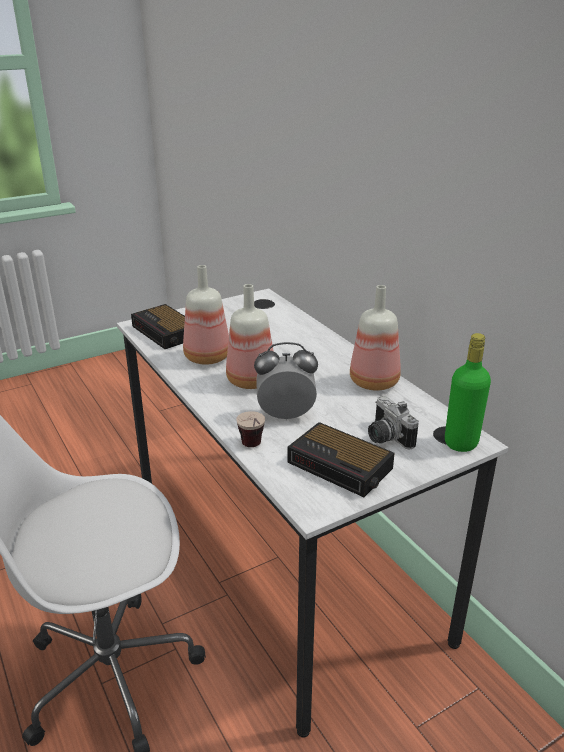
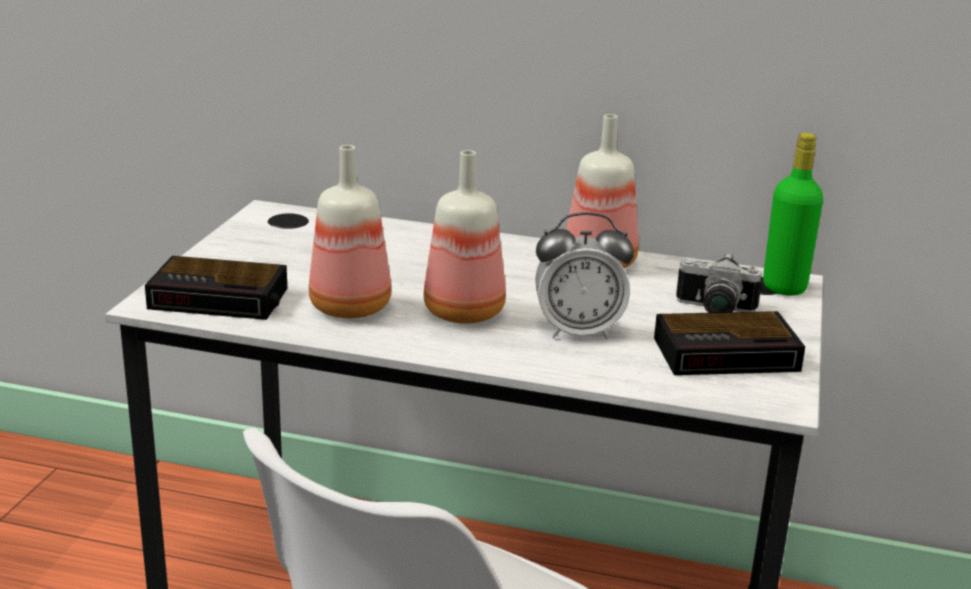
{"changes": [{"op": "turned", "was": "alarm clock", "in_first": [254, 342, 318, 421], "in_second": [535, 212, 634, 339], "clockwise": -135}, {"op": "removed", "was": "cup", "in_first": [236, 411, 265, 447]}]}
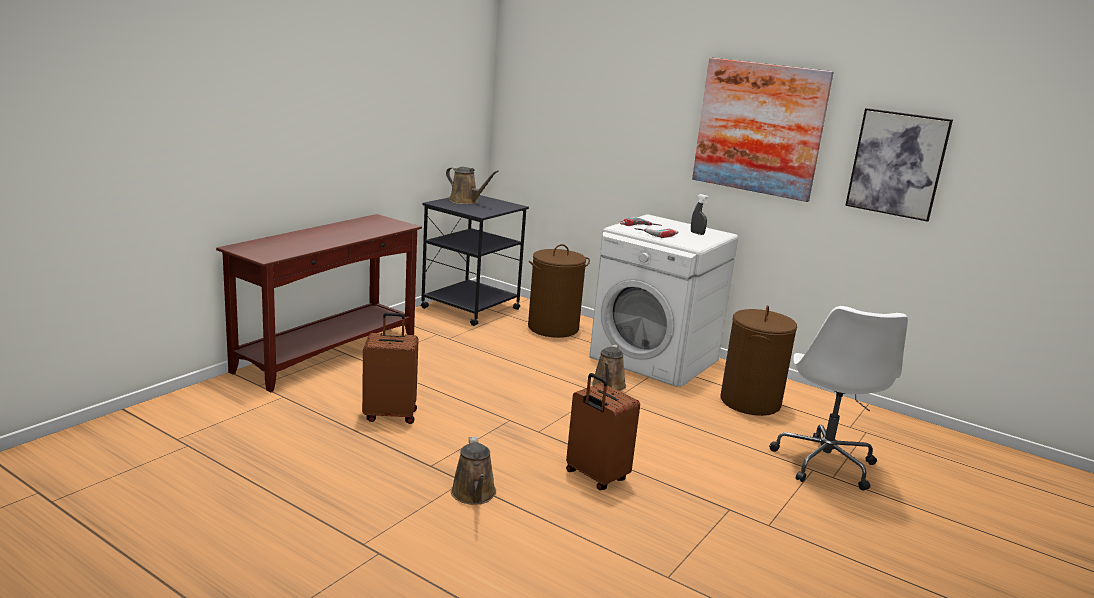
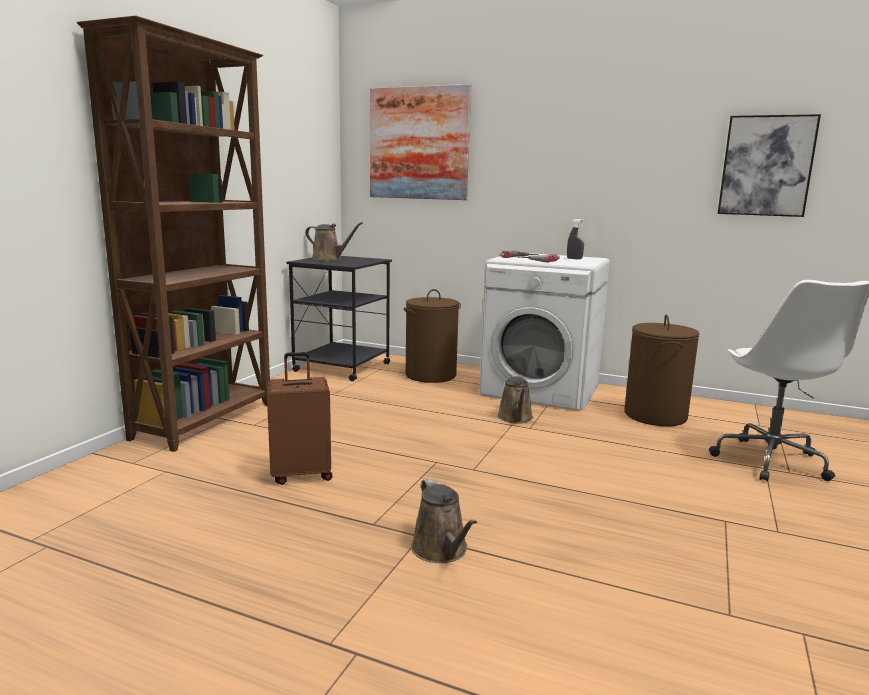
{"changes": [{"op": "moved", "was": "picture", "in_first": [692, 58, 833, 202], "in_second": [370, 84, 471, 200]}, {"op": "replaced", "was": "brown console table", "now": "brown bookcase", "in_first": [216, 214, 422, 392], "in_second": [77, 15, 270, 452]}, {"op": "removed", "was": "brown suitcase", "in_first": [566, 373, 640, 490]}]}
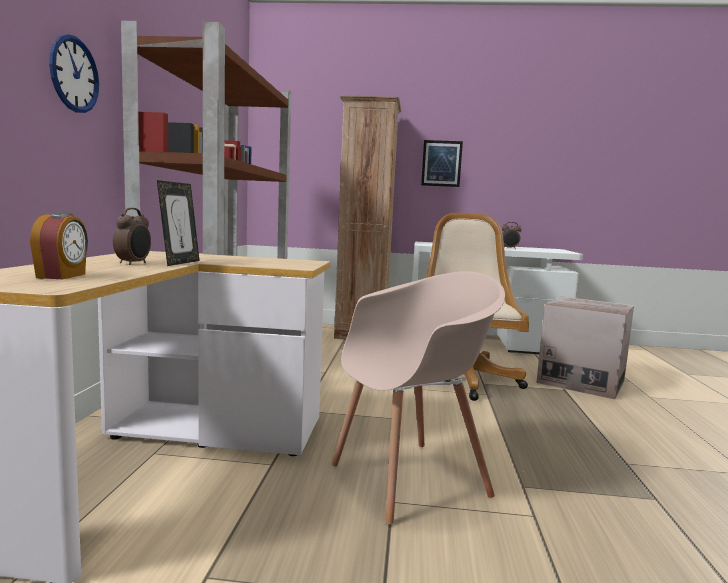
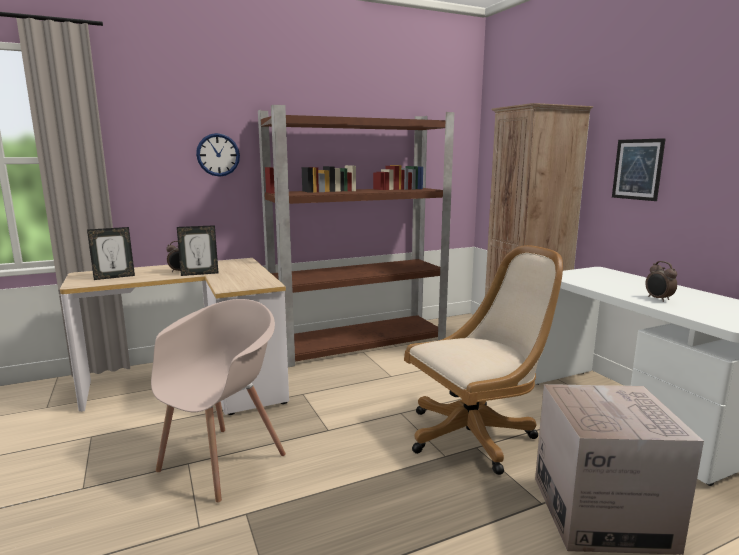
{"changes": [{"op": "replaced", "was": "alarm clock", "now": "picture frame", "in_first": [30, 212, 88, 279], "in_second": [87, 227, 135, 280]}, {"op": "turned", "was": "beige chair", "in_first": [332, 271, 505, 524], "in_second": [151, 299, 286, 503], "clockwise": -90}]}
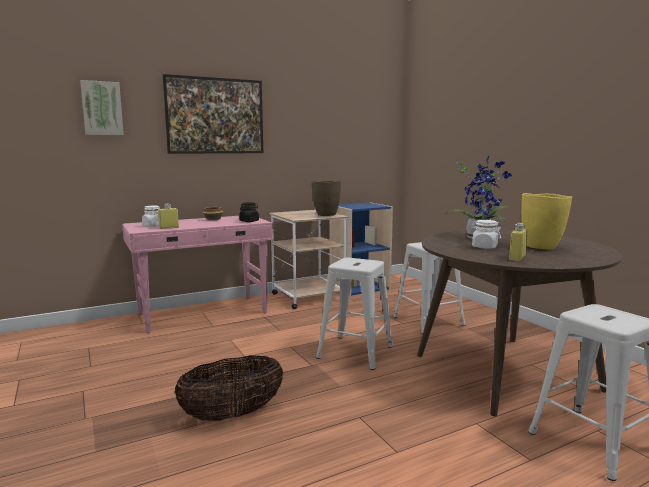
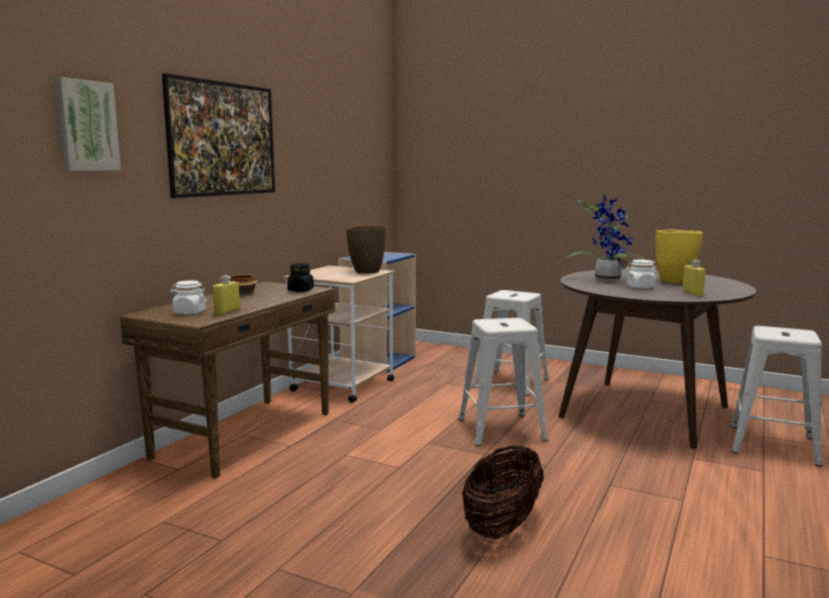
{"changes": [{"op": "recoloured", "was": "pink console table", "now": "brown console table", "in_first": [122, 216, 274, 333], "in_second": [120, 282, 335, 479]}]}
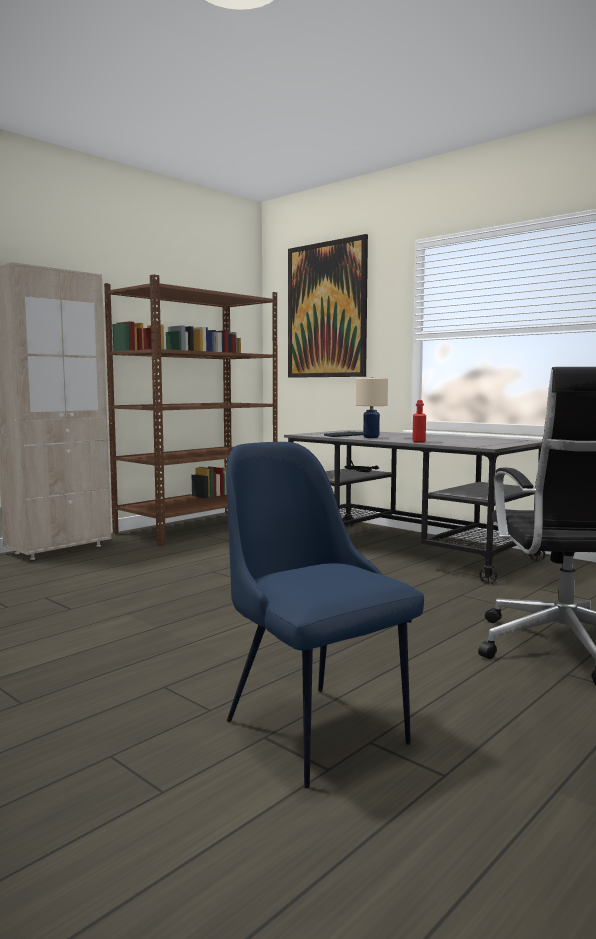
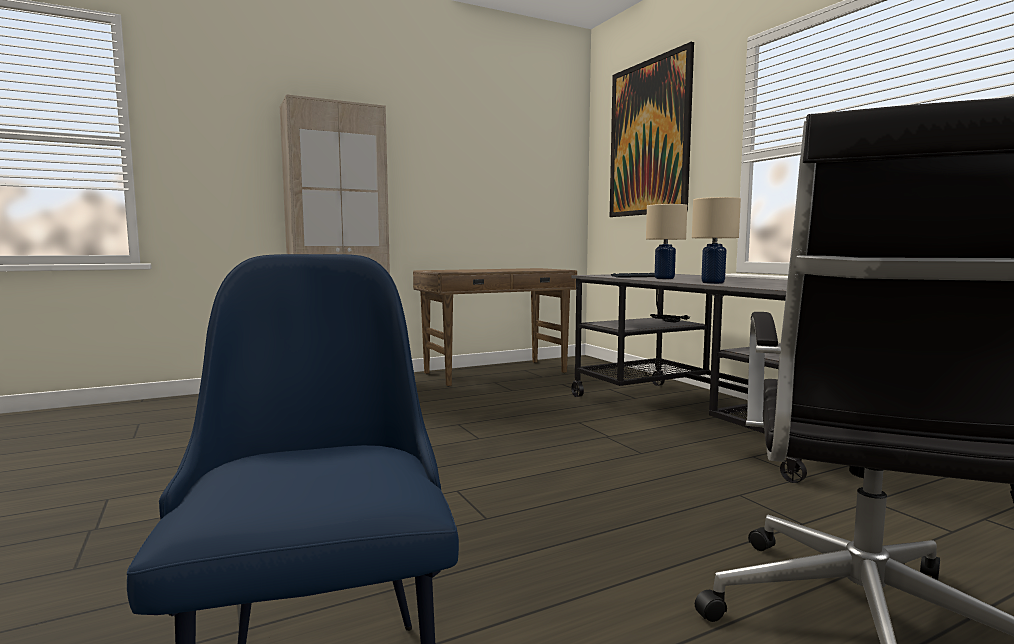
{"changes": [{"op": "replaced", "was": "brown bookcase", "now": "brown console table", "in_first": [104, 274, 278, 546], "in_second": [413, 268, 577, 386]}, {"op": "replaced", "was": "red bottle", "now": "beige table lamp", "in_first": [412, 400, 426, 443], "in_second": [692, 197, 741, 284]}]}
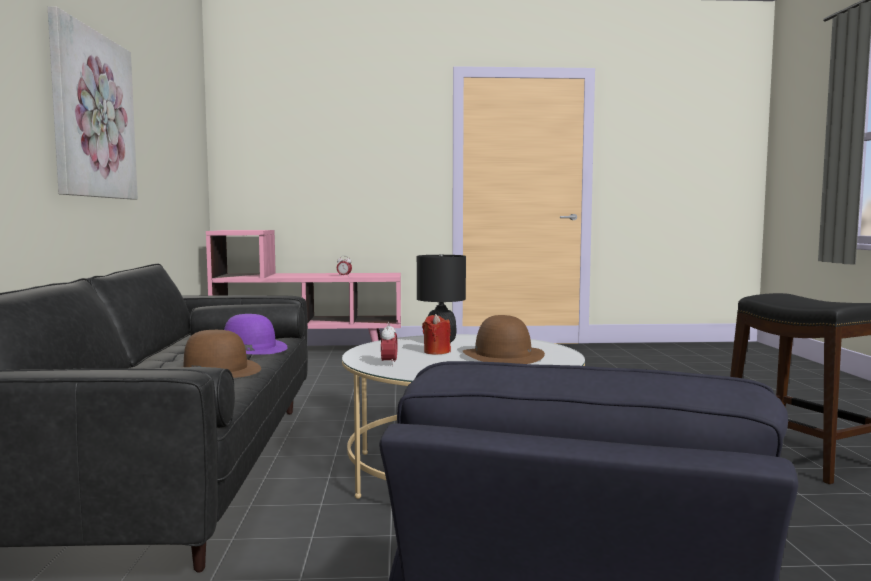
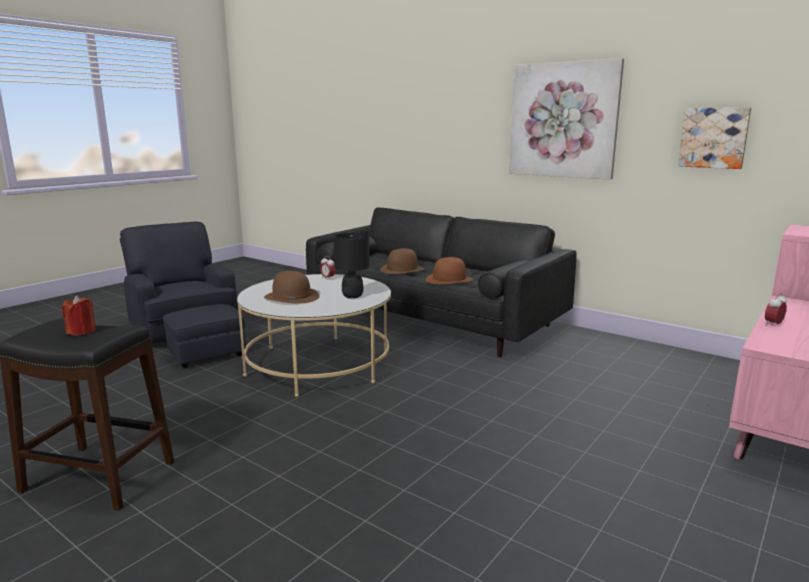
{"changes": [{"op": "recoloured", "was": "purple hat", "now": "brown hat", "in_first": [224, 314, 288, 355], "in_second": [426, 257, 473, 284]}, {"op": "moved", "was": "red candle", "in_first": [422, 314, 451, 355], "in_second": [62, 295, 96, 335]}, {"op": "added", "now": "picture", "in_second": [678, 107, 751, 169]}]}
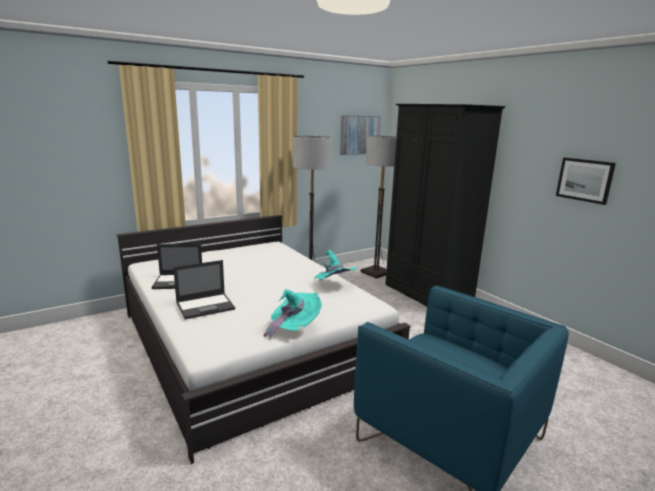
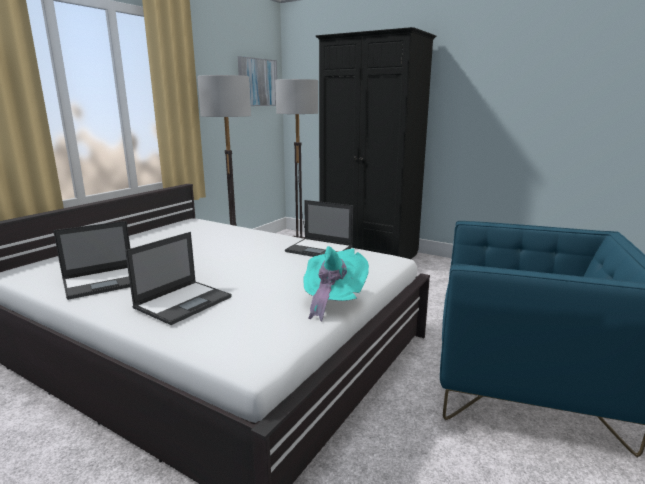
{"changes": [{"op": "removed", "was": "picture", "in_first": [556, 157, 616, 205]}, {"op": "replaced", "was": "turquoise hat", "now": "laptop", "in_first": [314, 250, 357, 280], "in_second": [285, 200, 353, 257]}]}
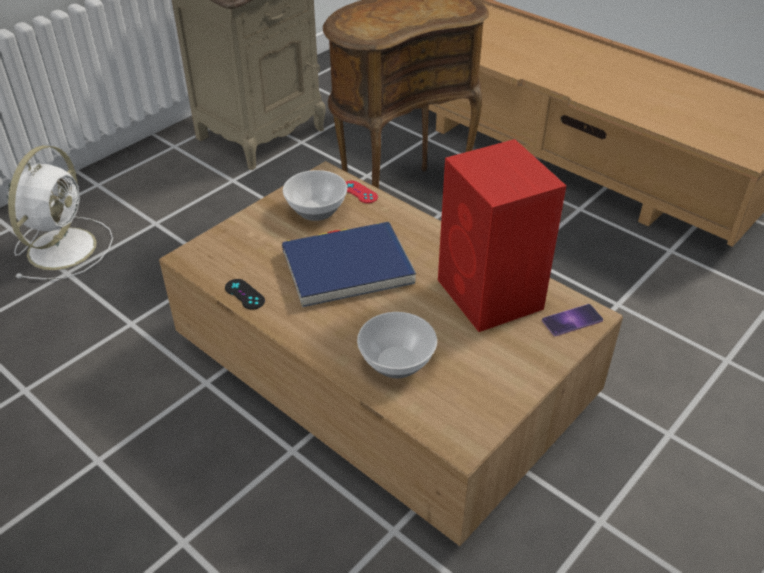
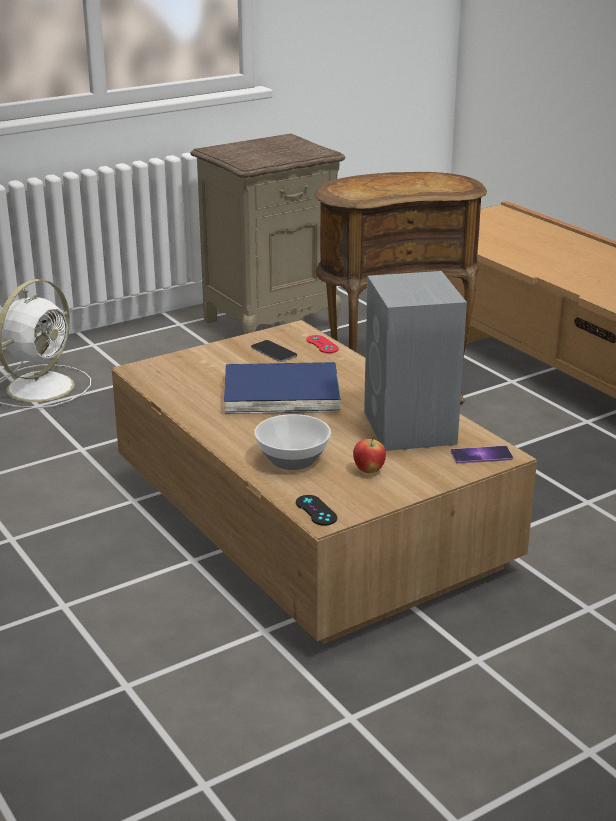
{"changes": [{"op": "recoloured", "was": "red speaker", "now": "grey speaker", "in_first": [438, 139, 566, 332], "in_second": [364, 271, 467, 451]}, {"op": "replaced", "was": "bowl", "now": "phone", "in_first": [283, 170, 347, 221], "in_second": [251, 340, 297, 362]}, {"op": "moved", "was": "black game controller", "in_first": [225, 279, 265, 310], "in_second": [296, 495, 337, 526]}, {"op": "added", "now": "apple", "in_second": [353, 437, 386, 473]}]}
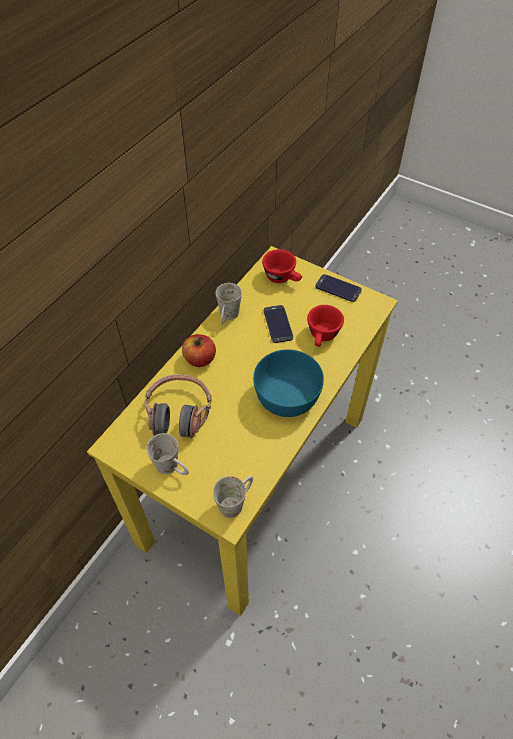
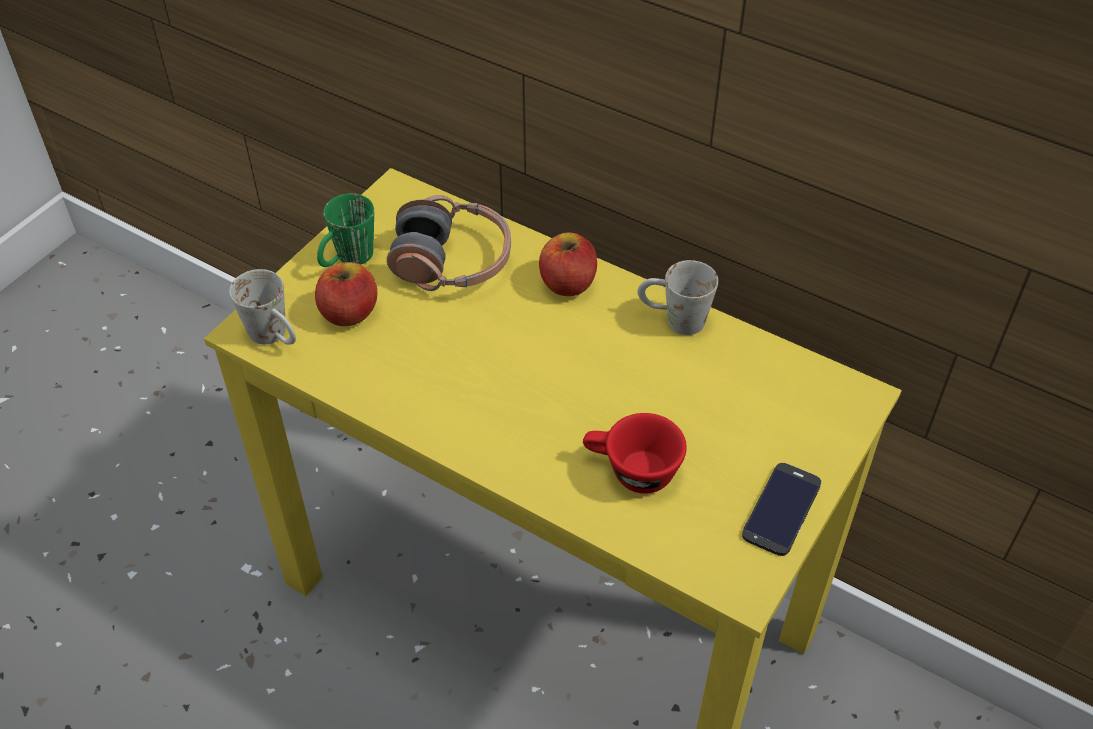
{"changes": [{"op": "removed", "was": "red cup", "in_first": [262, 249, 302, 283]}, {"op": "removed", "was": "phone", "in_first": [264, 305, 293, 343]}, {"op": "removed", "was": "turquoise bowl", "in_first": [253, 349, 324, 417]}, {"op": "recoloured", "was": "white mug", "now": "green mug", "in_first": [146, 433, 189, 475], "in_second": [317, 193, 374, 267]}, {"op": "added", "now": "apple", "in_second": [315, 262, 377, 326]}]}
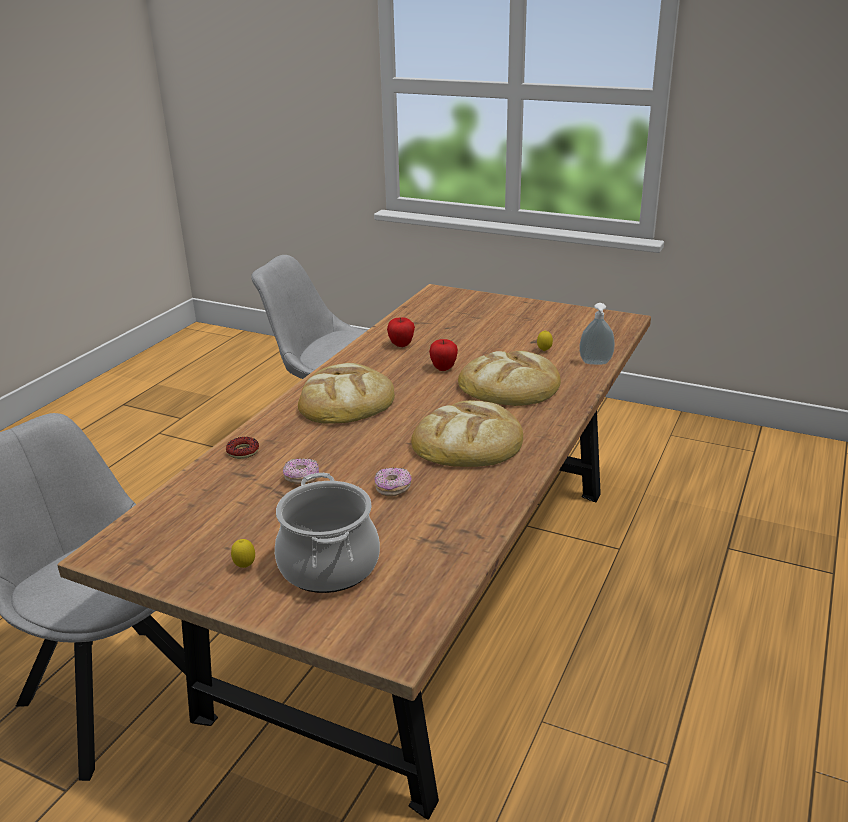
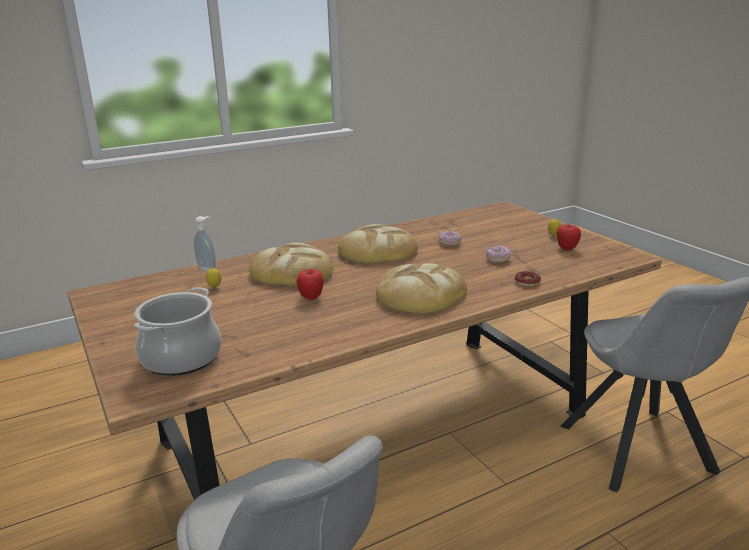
{"changes": [{"op": "moved", "was": "apple", "in_first": [387, 317, 415, 347], "in_second": [556, 224, 581, 250]}, {"op": "moved", "was": "cooking pot", "in_first": [275, 473, 380, 593], "in_second": [134, 287, 221, 376]}]}
